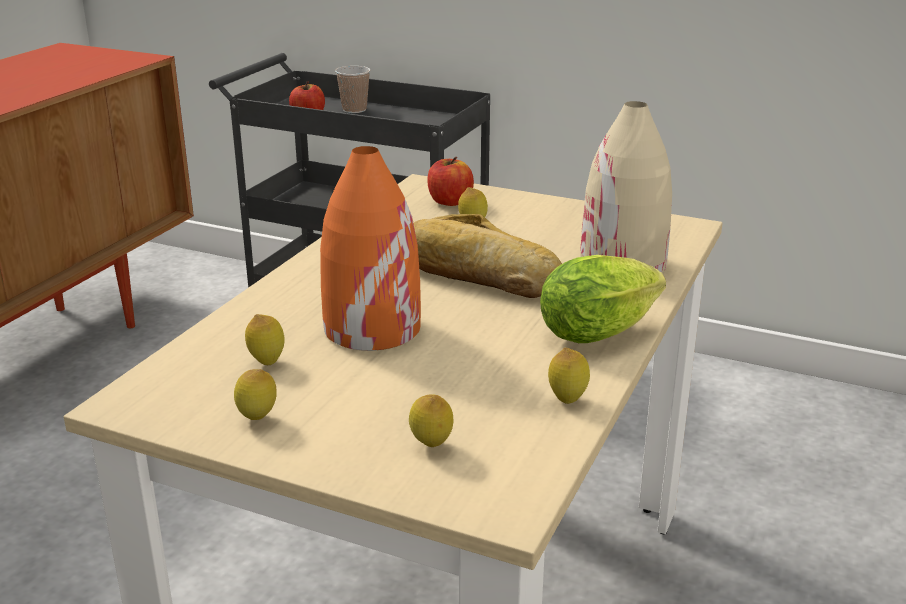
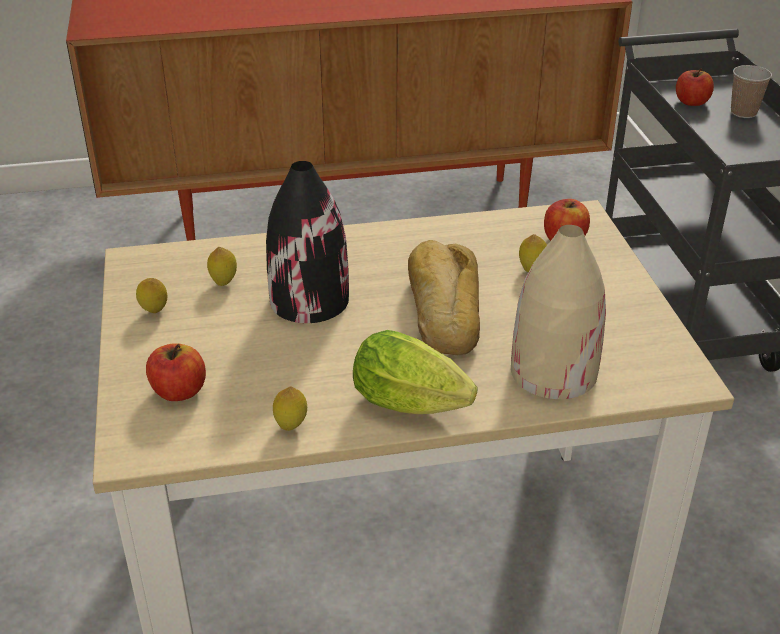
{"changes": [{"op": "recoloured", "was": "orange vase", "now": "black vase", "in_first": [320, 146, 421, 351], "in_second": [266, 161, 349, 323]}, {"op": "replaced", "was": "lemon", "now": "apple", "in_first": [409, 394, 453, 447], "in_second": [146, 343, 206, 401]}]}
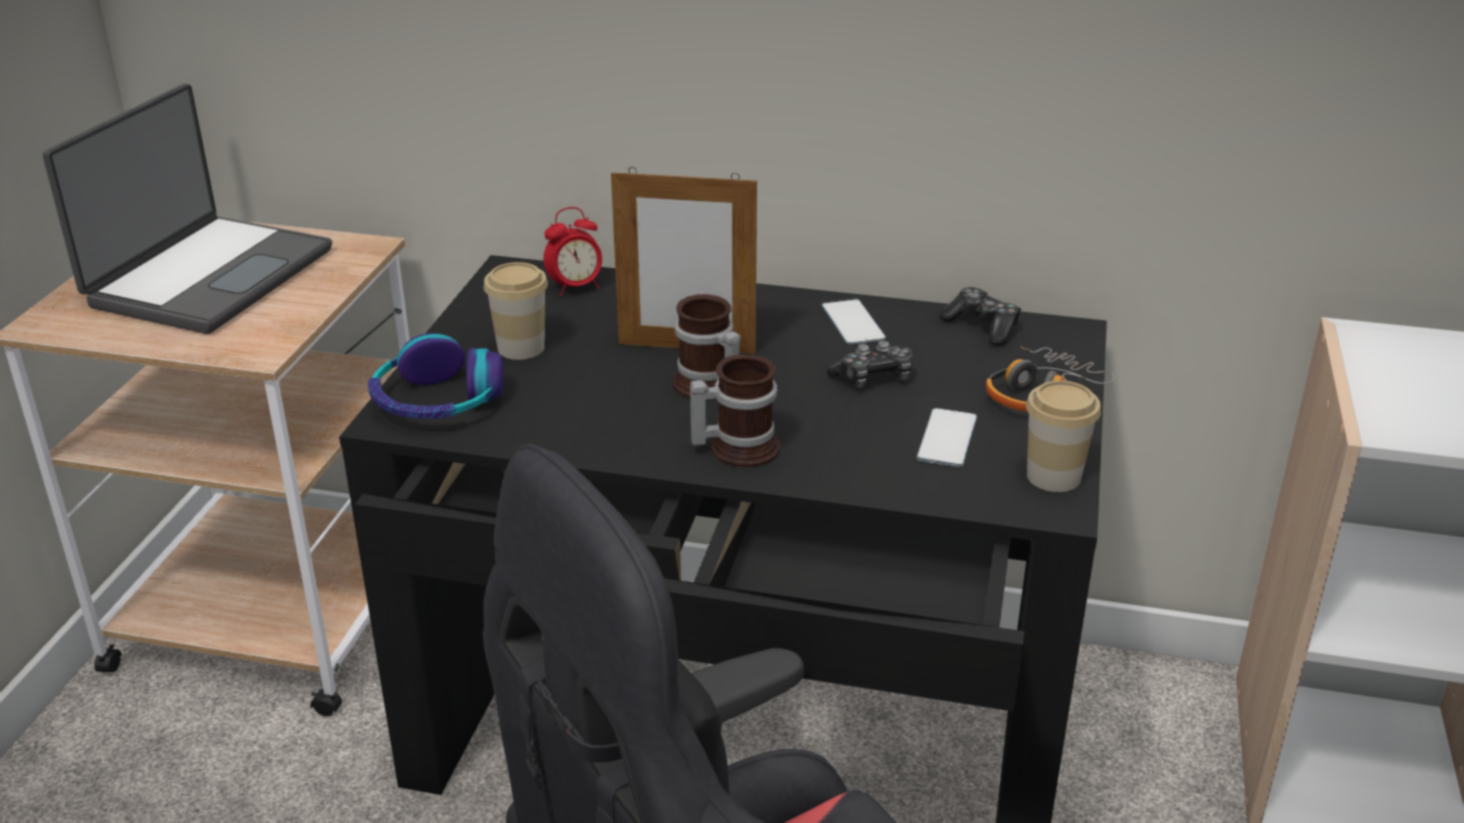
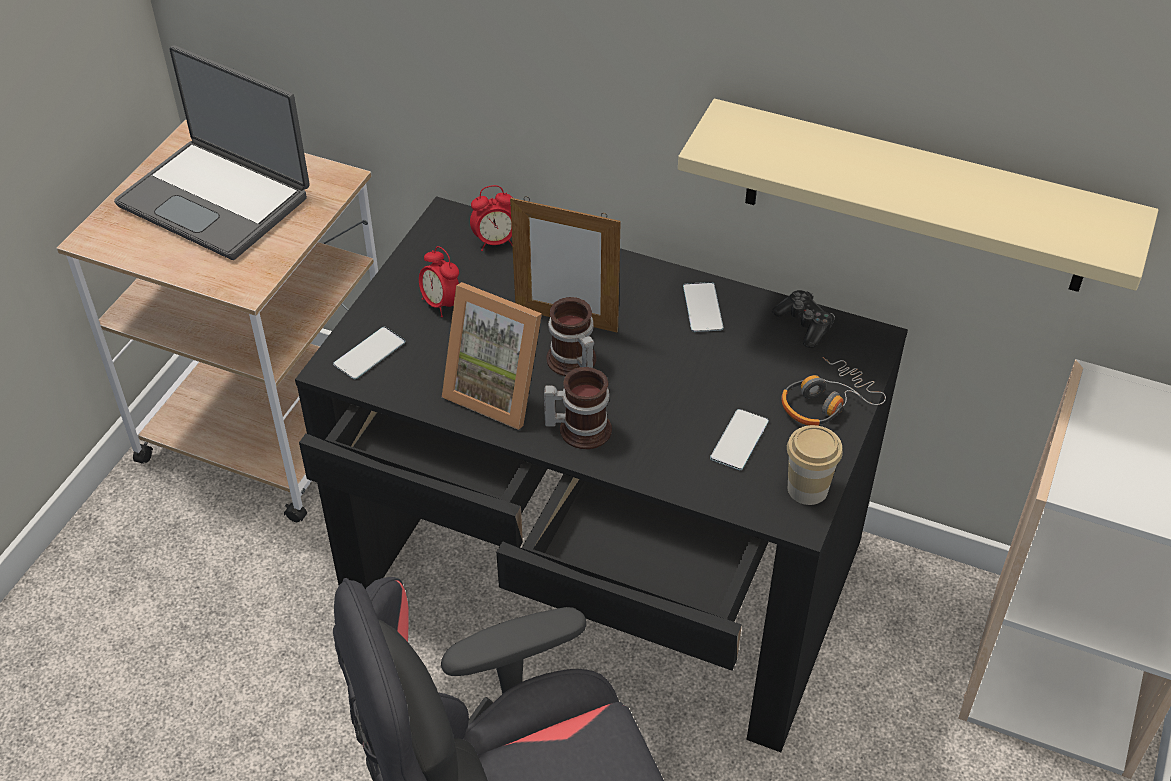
{"changes": [{"op": "turned", "was": "laptop", "in_first": [43, 84, 332, 334], "in_second": [114, 45, 310, 260], "clockwise": 90}, {"op": "replaced", "was": "cup", "now": "alarm clock", "in_first": [484, 262, 548, 360], "in_second": [419, 246, 459, 317]}, {"op": "replaced", "was": "headphones", "now": "phone", "in_first": [368, 333, 504, 419], "in_second": [333, 327, 405, 379]}, {"op": "removed", "was": "game controller", "in_first": [827, 341, 913, 387]}, {"op": "added", "now": "beige shelf", "in_second": [678, 99, 1158, 292]}, {"op": "added", "now": "picture frame", "in_second": [442, 282, 542, 430]}]}
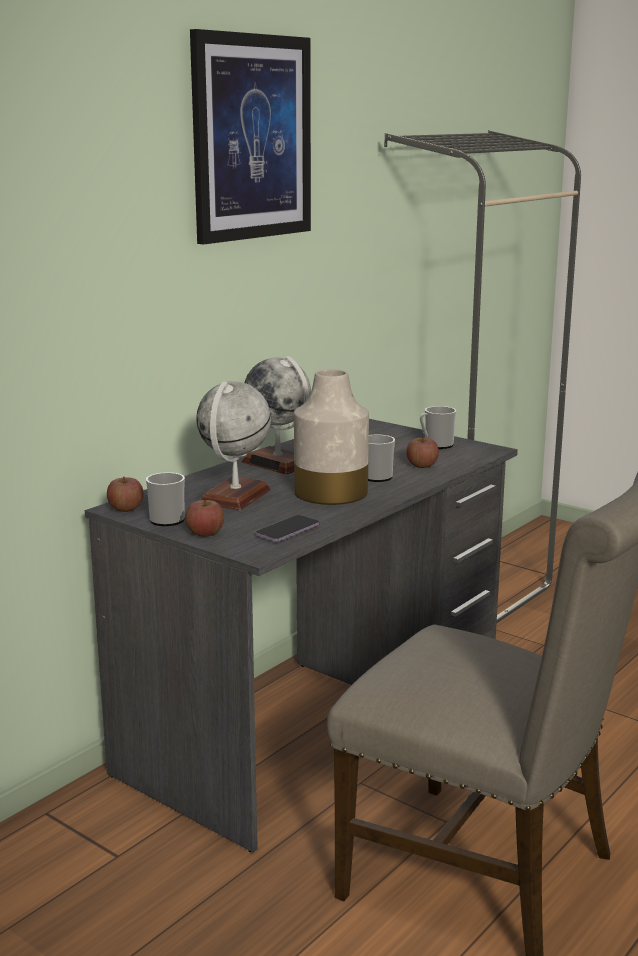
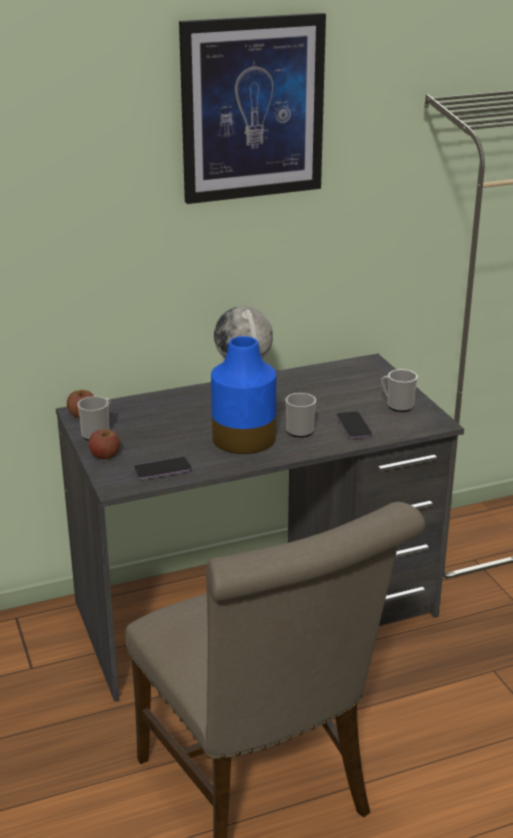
{"changes": [{"op": "recoloured", "was": "beige vase", "now": "blue vase", "in_first": [294, 369, 369, 505], "in_second": [211, 336, 276, 454]}, {"op": "removed", "was": "globe", "in_first": [196, 381, 271, 510]}, {"op": "replaced", "was": "apple", "now": "phone", "in_first": [406, 437, 439, 468], "in_second": [336, 411, 373, 439]}]}
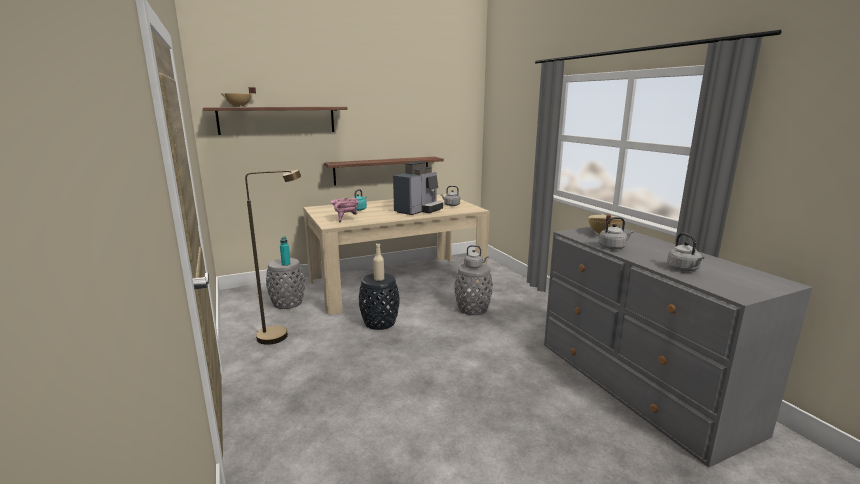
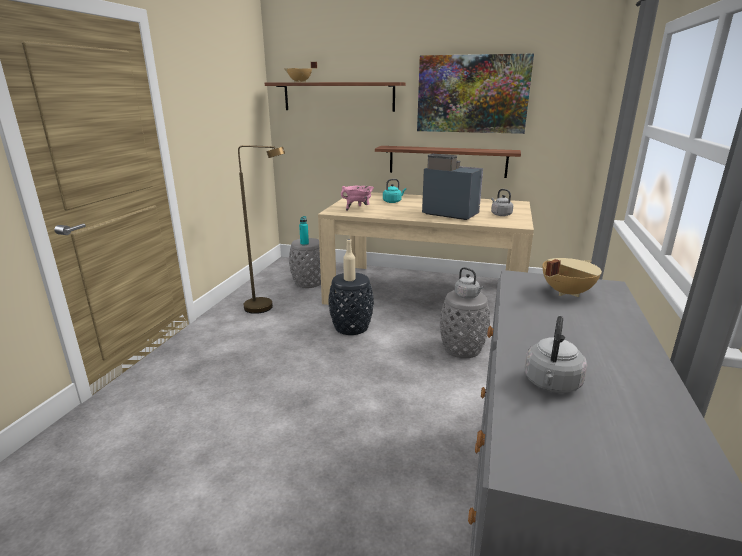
{"changes": [{"op": "turned", "was": "coffee machine", "in_first": [393, 161, 443, 215], "in_second": [422, 154, 483, 220], "clockwise": -135}, {"op": "removed", "was": "grey kettle", "in_first": [599, 217, 634, 250]}, {"op": "added", "now": "picture", "in_second": [417, 53, 534, 134]}]}
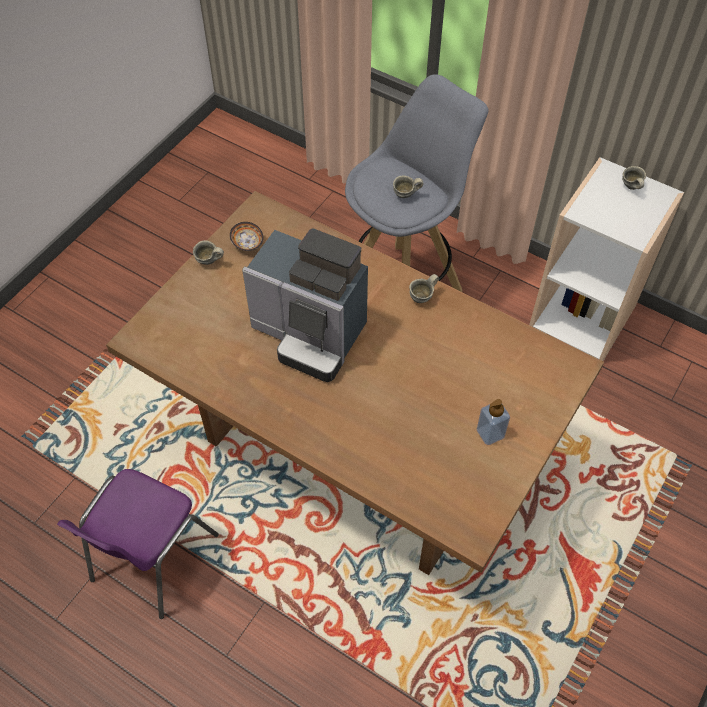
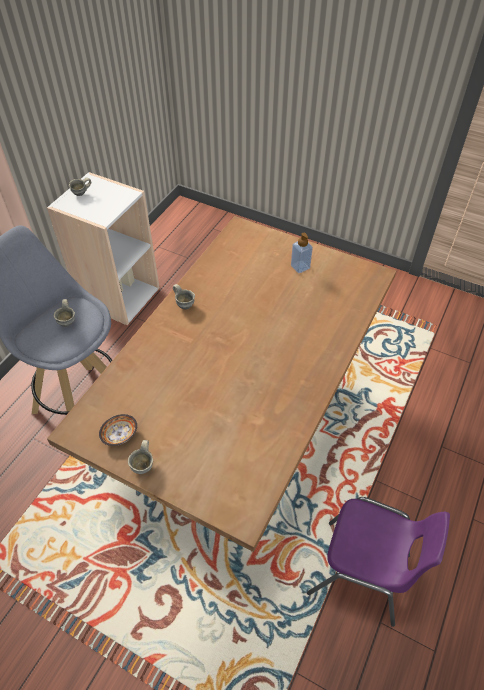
{"changes": [{"op": "removed", "was": "coffee machine", "in_first": [242, 229, 368, 382]}]}
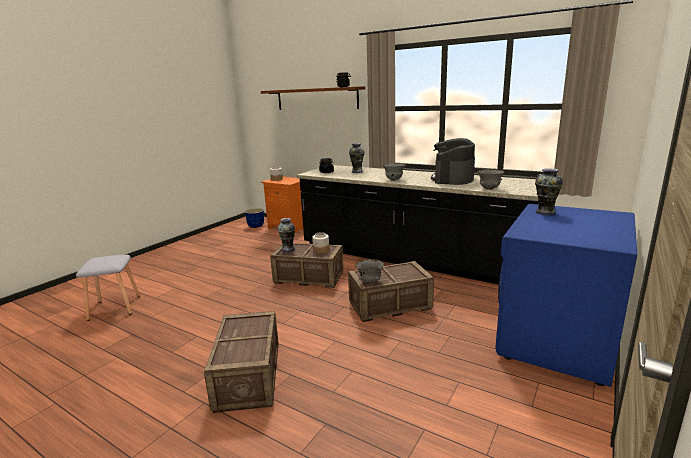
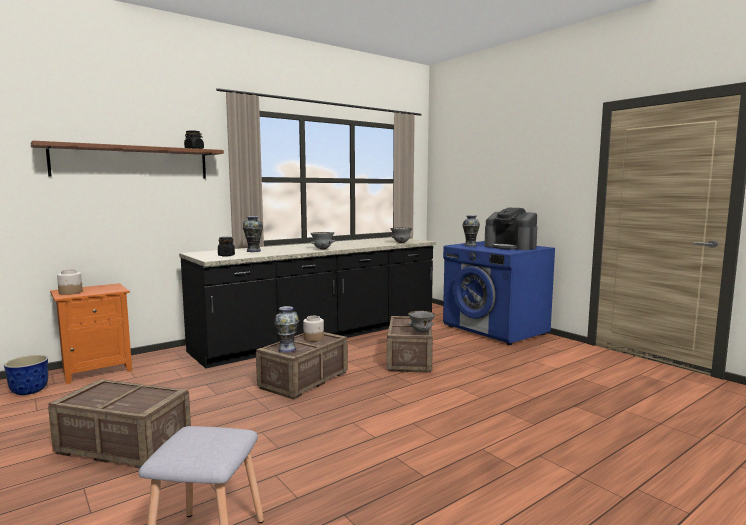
{"changes": [{"op": "moved", "was": "coffee machine", "in_first": [431, 138, 475, 185], "in_second": [484, 208, 538, 250]}, {"op": "moved", "was": "crate", "in_first": [204, 311, 279, 413], "in_second": [48, 379, 191, 468]}]}
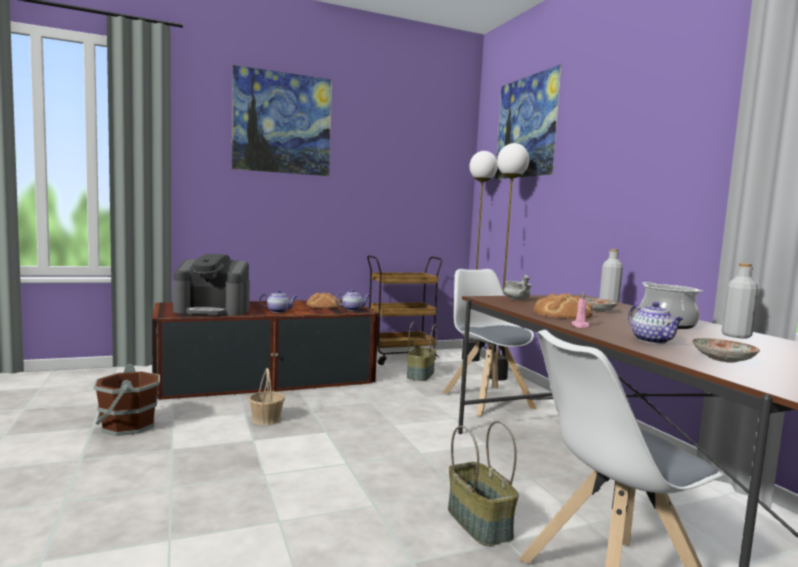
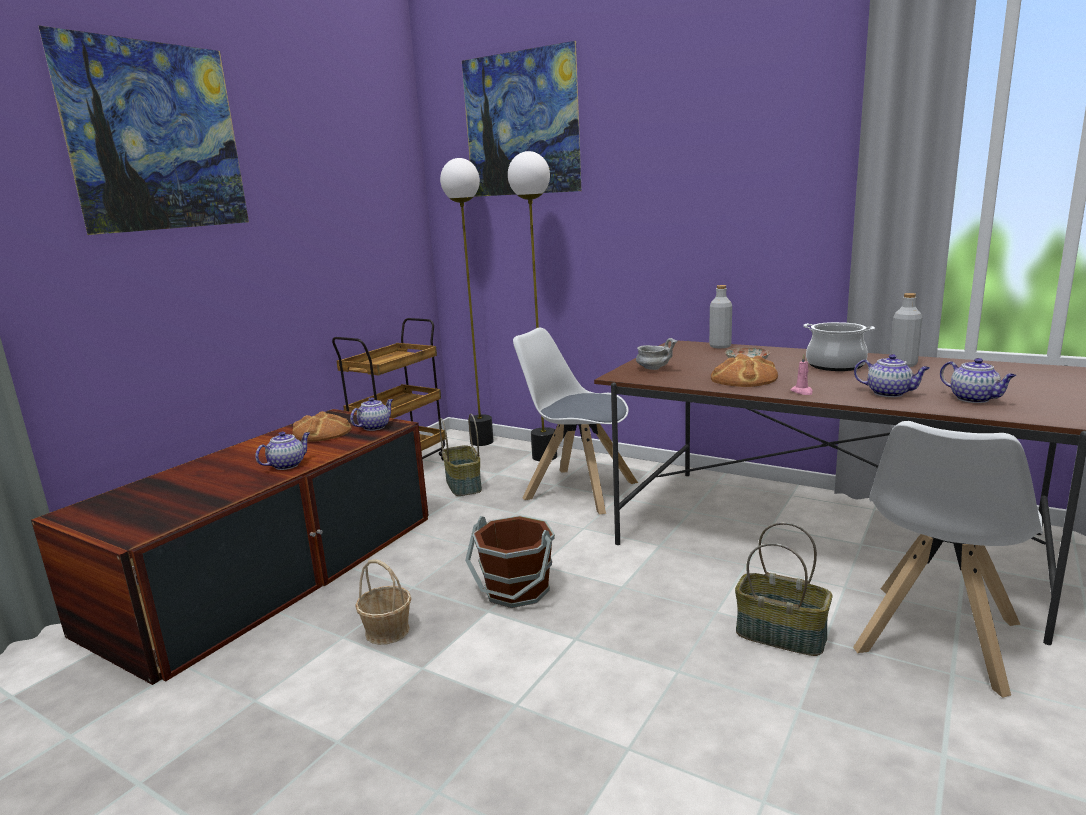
{"changes": [{"op": "removed", "was": "coffee machine", "in_first": [173, 254, 250, 316]}, {"op": "replaced", "was": "plate", "now": "teapot", "in_first": [692, 338, 760, 363], "in_second": [940, 358, 1016, 403]}, {"op": "moved", "was": "brown bucket", "in_first": [94, 364, 160, 436], "in_second": [465, 515, 555, 608]}]}
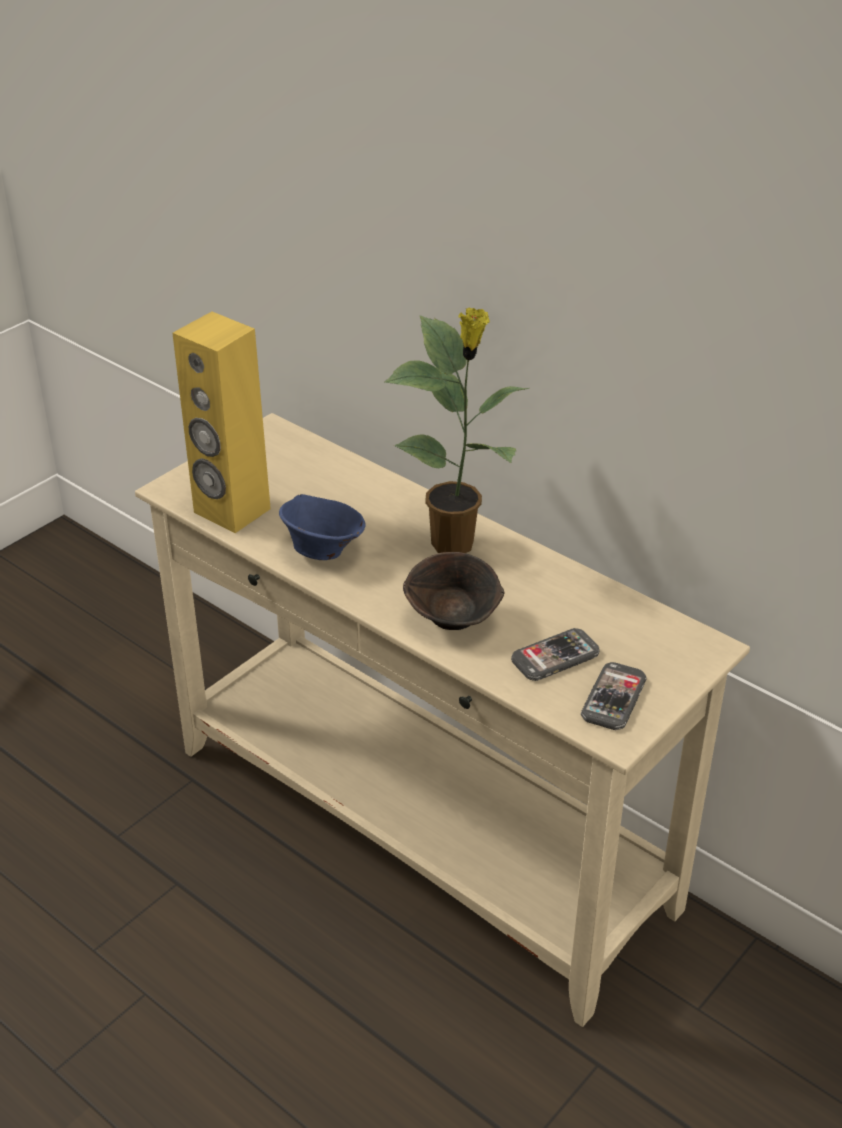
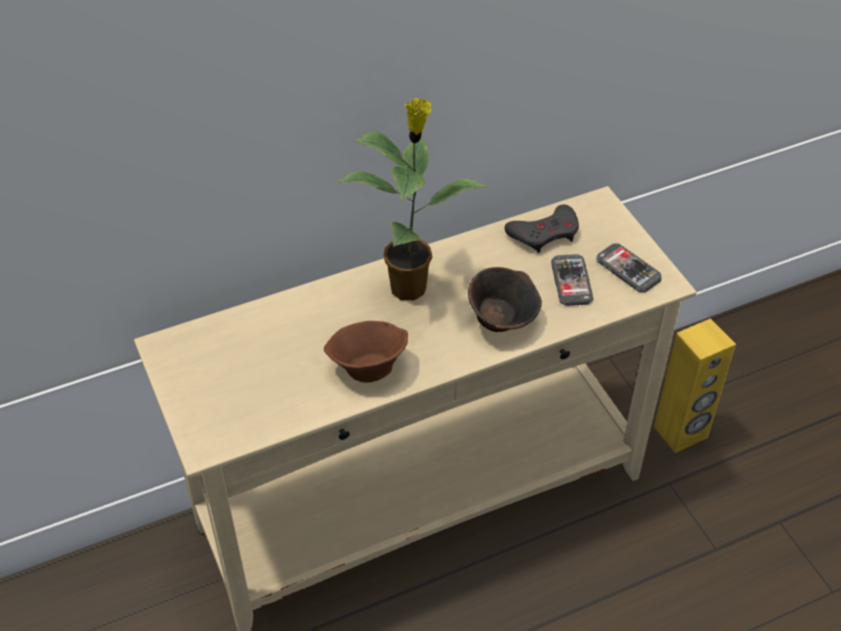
{"changes": [{"op": "moved", "was": "yellow speaker", "in_first": [172, 312, 271, 533], "in_second": [654, 318, 736, 453]}, {"op": "recoloured", "was": "blue bowl", "now": "brown bowl", "in_first": [279, 494, 366, 560], "in_second": [324, 321, 408, 383]}, {"op": "added", "now": "grey game controller", "in_second": [505, 205, 579, 253]}]}
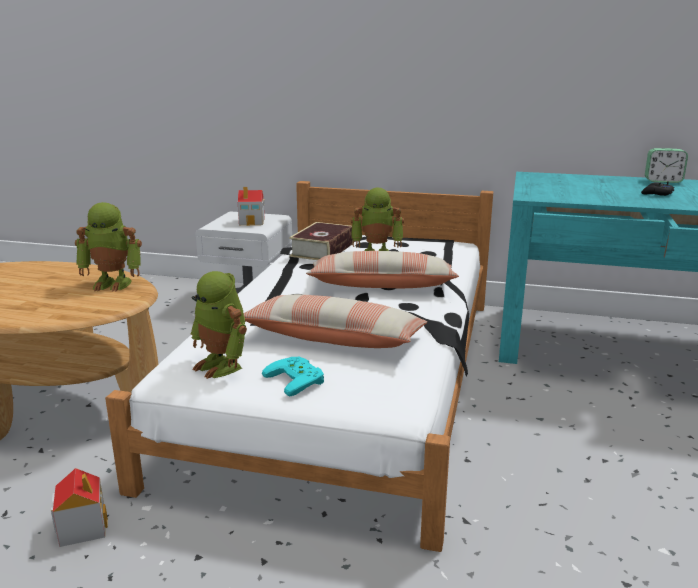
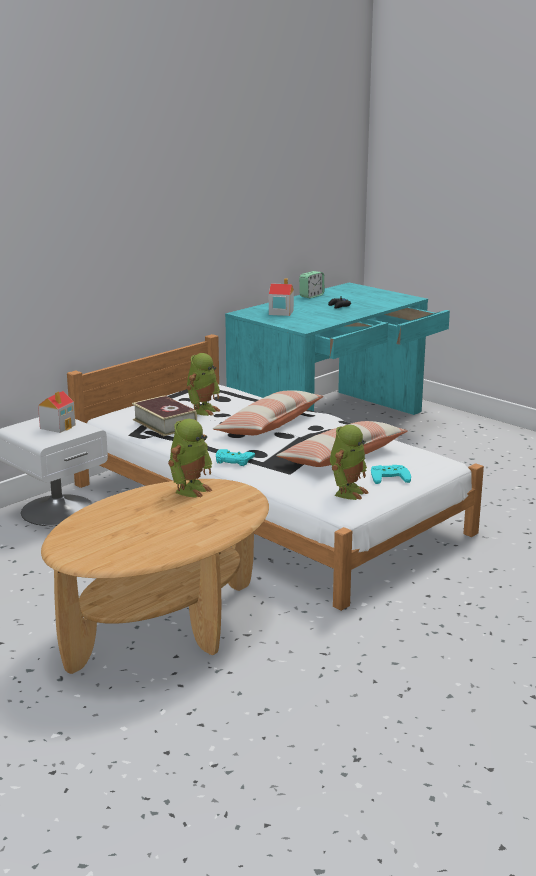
{"changes": [{"op": "turned", "was": "toy robot", "in_first": [190, 271, 247, 379], "in_second": [330, 425, 369, 500], "clockwise": -45}, {"op": "moved", "was": "toy house", "in_first": [51, 468, 108, 547], "in_second": [268, 278, 294, 316]}, {"op": "added", "now": "turquoise game controller", "in_second": [216, 449, 255, 466]}]}
